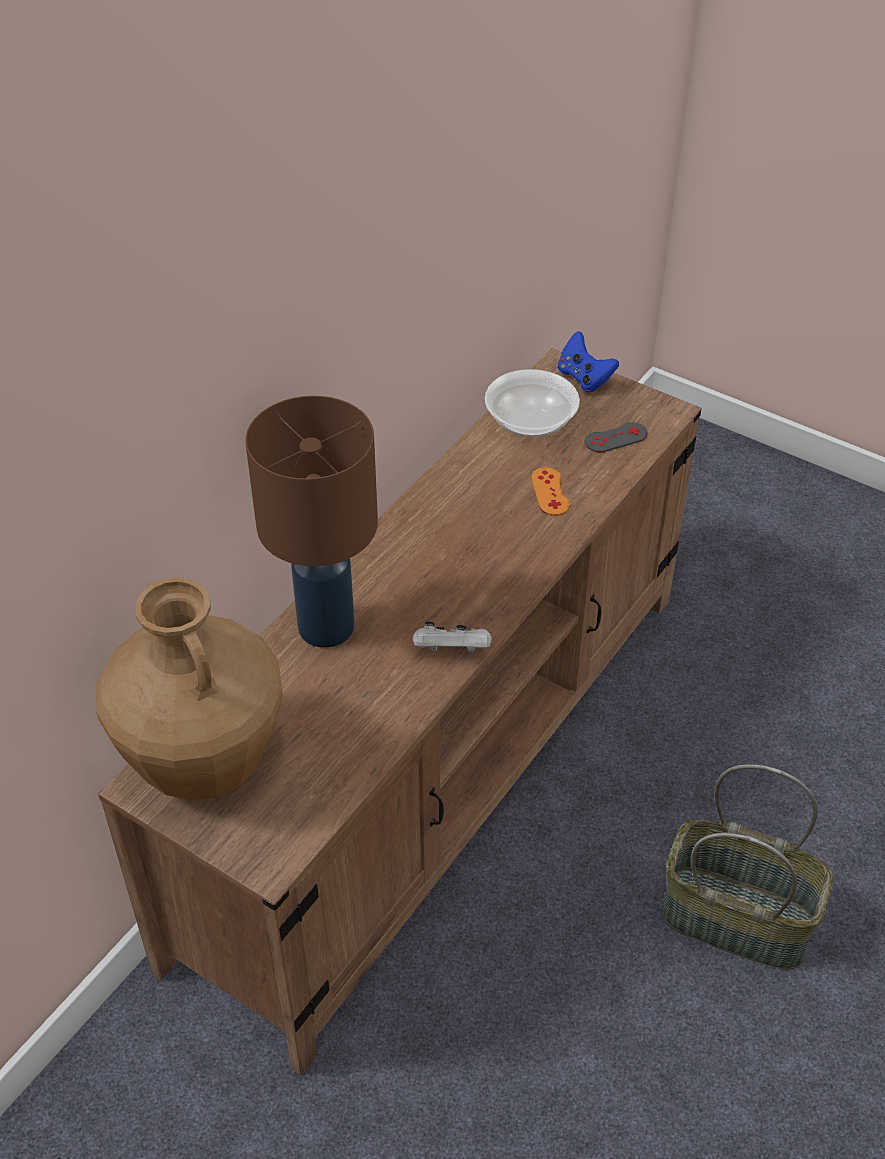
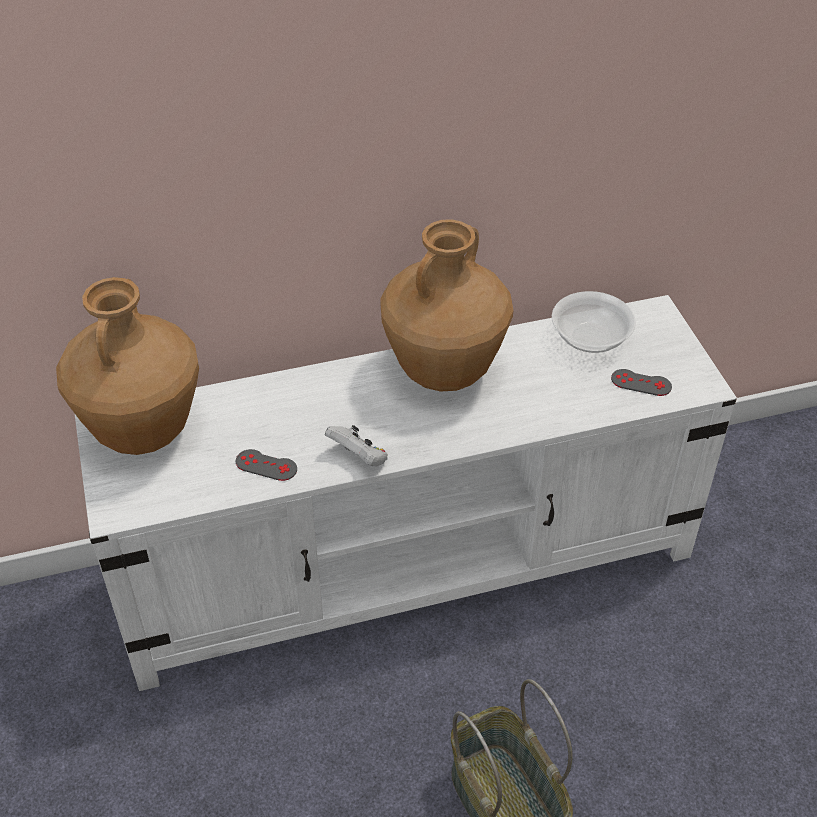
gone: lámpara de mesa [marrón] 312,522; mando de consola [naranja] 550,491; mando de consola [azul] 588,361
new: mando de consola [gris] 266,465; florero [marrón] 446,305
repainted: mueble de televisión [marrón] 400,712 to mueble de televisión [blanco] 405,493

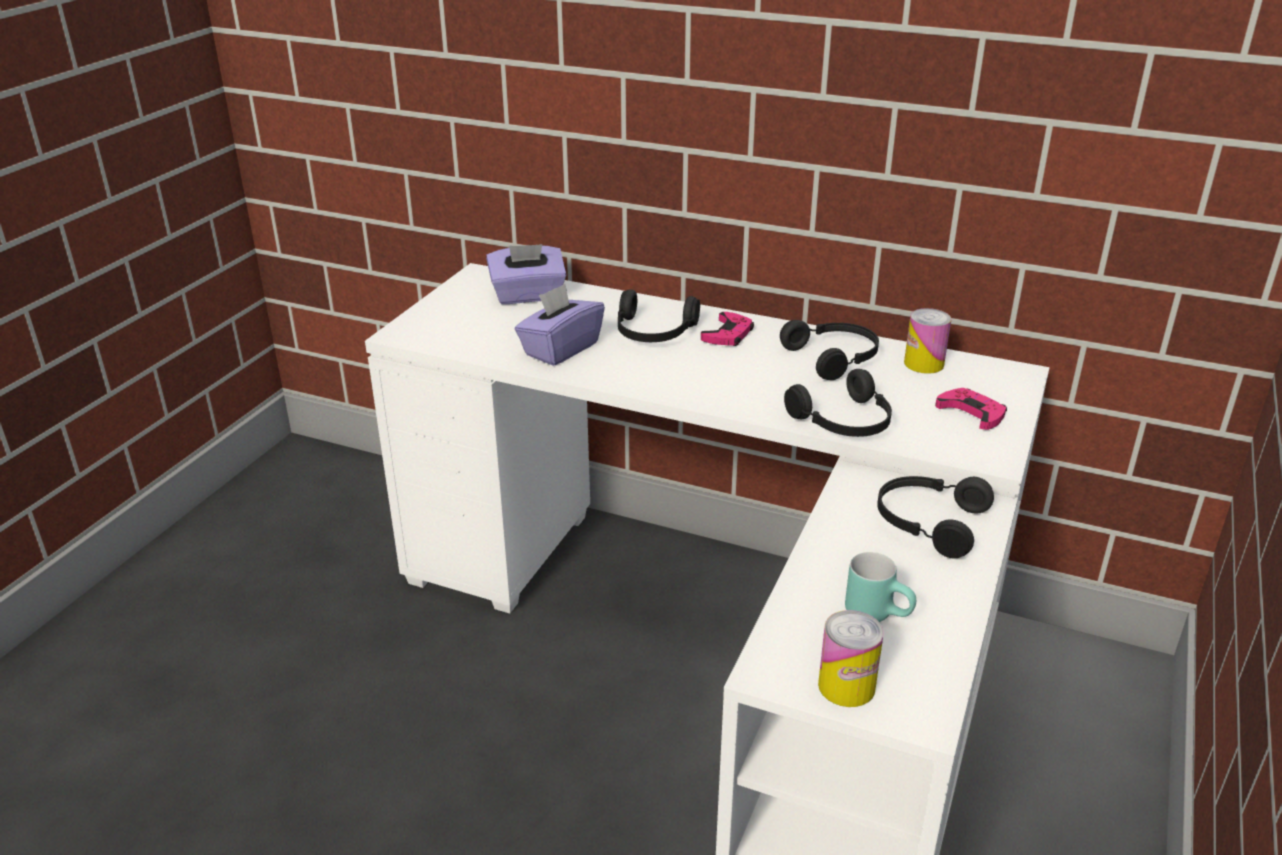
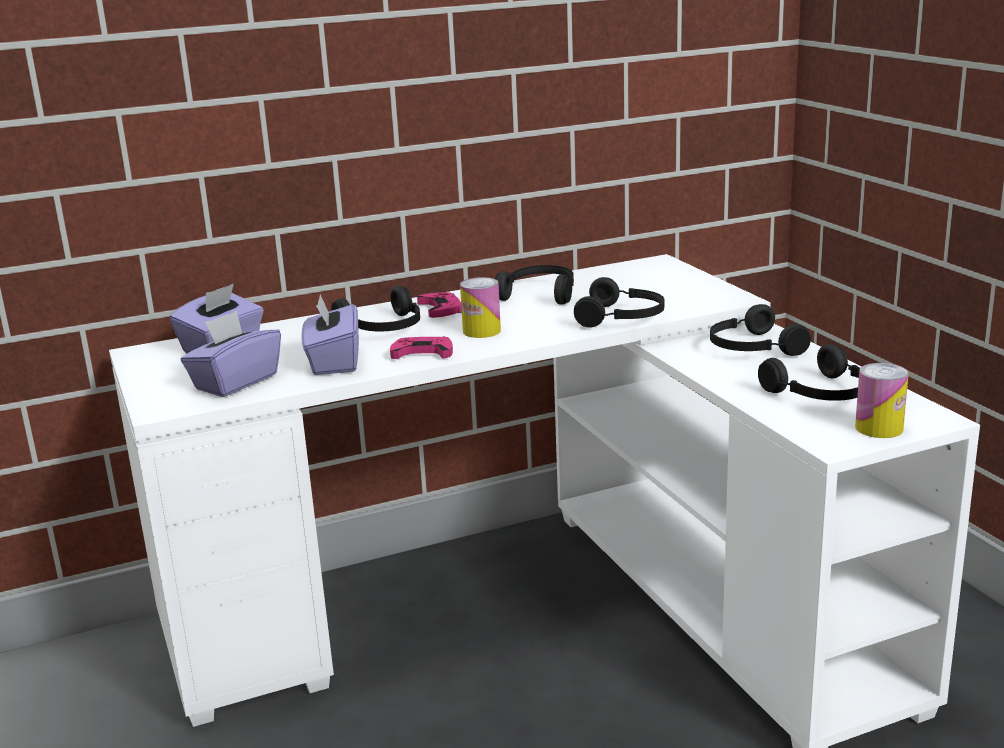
new: caja de pañuelos [morado] 231,354
shifted: lata 927,341 to 480,307; mando de consola [rosa] 971,409 to 421,347
swapped: taza grande [turquesa] 880,587 to auriculares [negro] 809,372

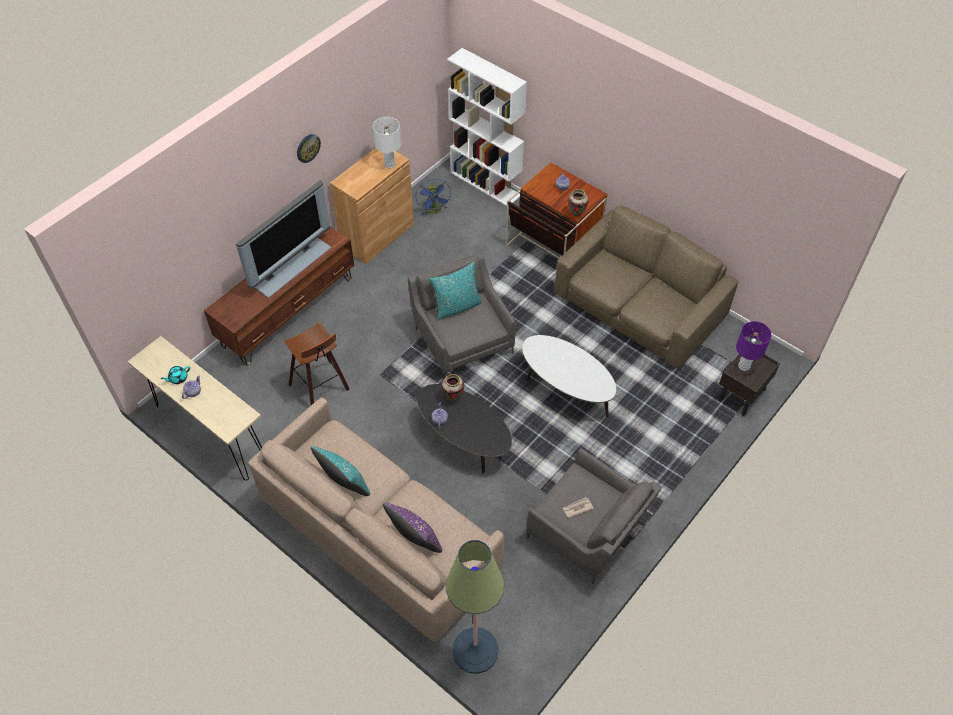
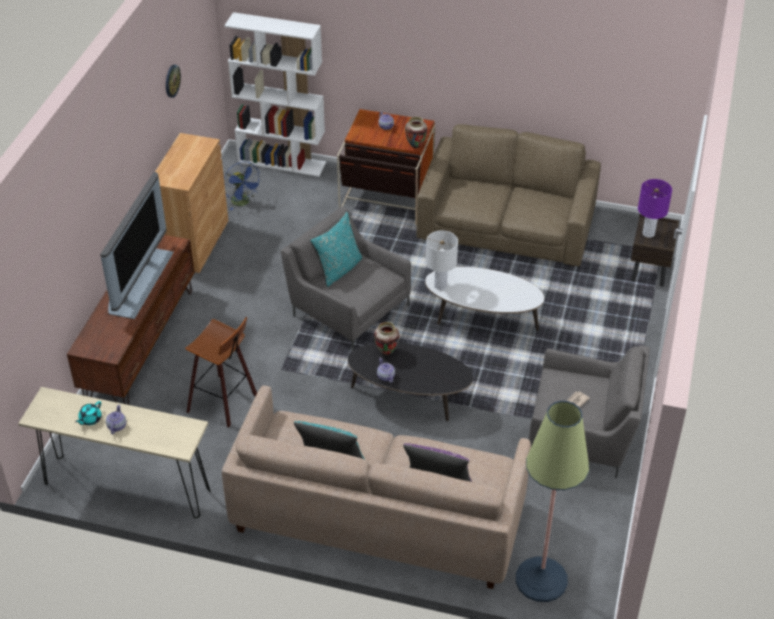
shifted: reloj de pared 309,148 to 173,81; lámpara de mesa [blanco] 387,143 to 442,260

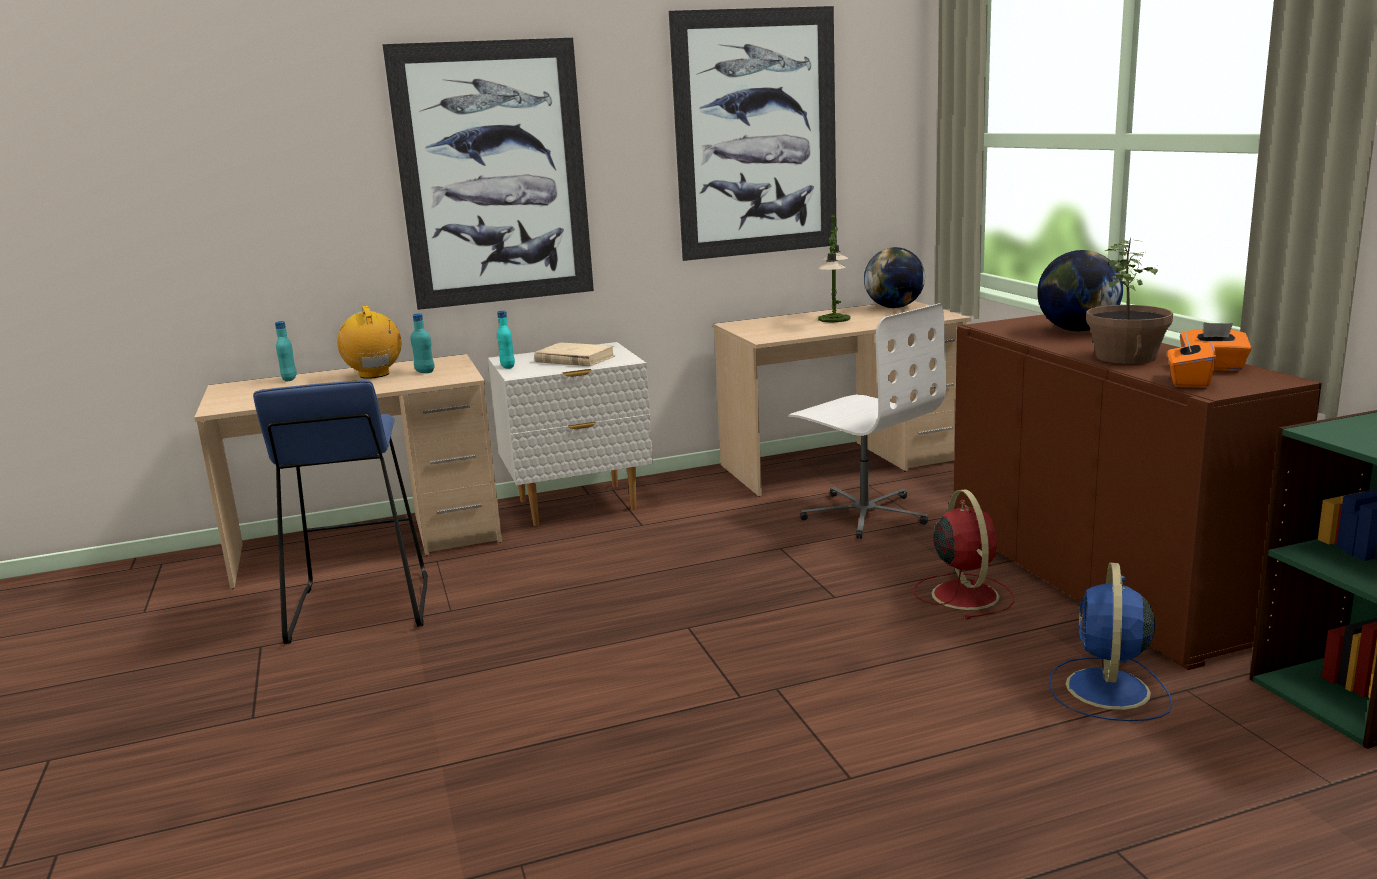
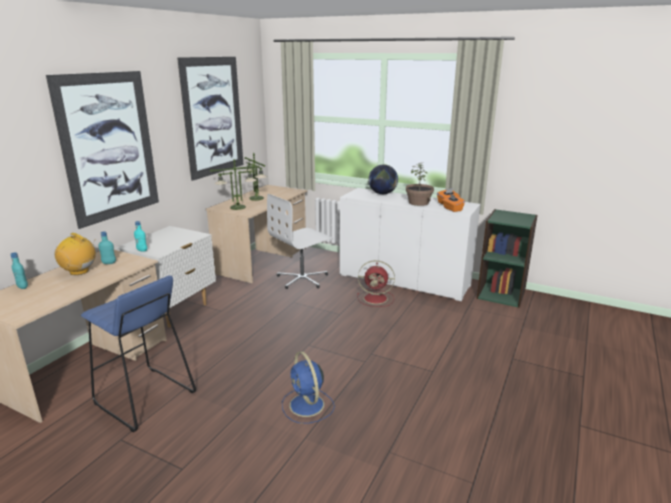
gone: libro [beis] 574,354; globo terráqueo 894,277
new: lámpara de mesa 234,184
shifted: ventilador [azul] 1111,642 to 308,387
repainted: armario [marrón] 1138,492 to armario [blanco] 410,244
rotated: silla de oficina [blanco] 867,421 = 300,241 135 degrees clockwise; ventilador [rojo] 964,554 = 376,283 150 degrees clockwise

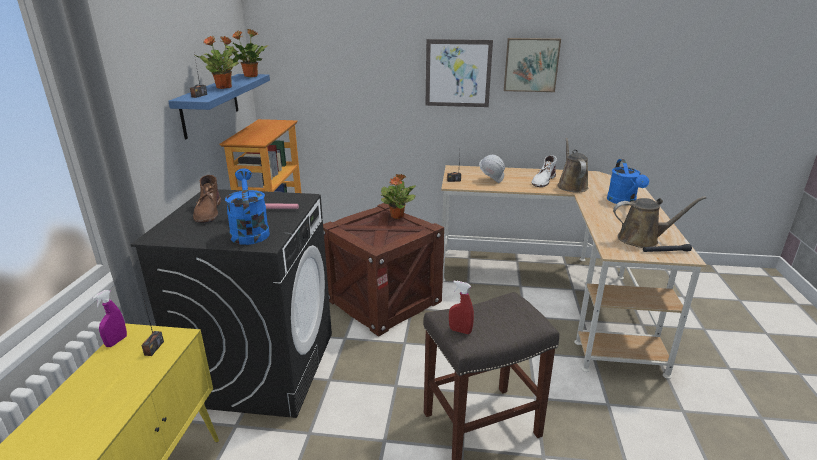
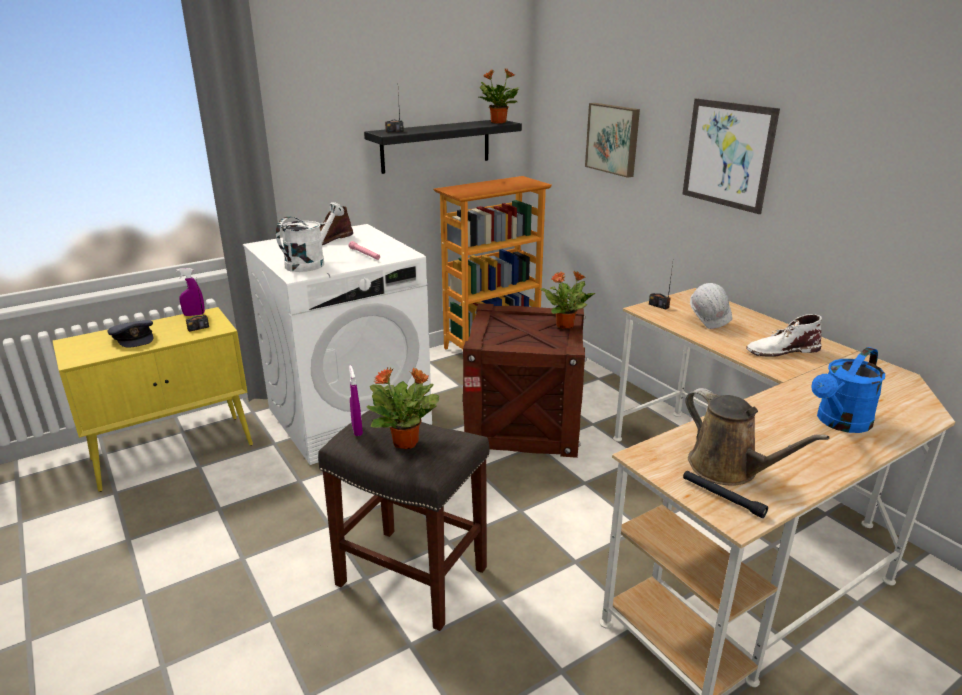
gone: regadera [marrón] 572,165
new: gorra [gris] 130,333
shifted: planta en maceta 219,62 to 403,408; cuadro 532,65 to 612,140
repainted: lavadora [negro] 231,303 to lavadora [blanco] 337,344; estante [azul] 219,106 to estante [negro] 443,147; regadera [azul] 247,206 to regadera [blanco] 310,237; pulverizador [rojo] 461,307 to pulverizador [morado] 356,400

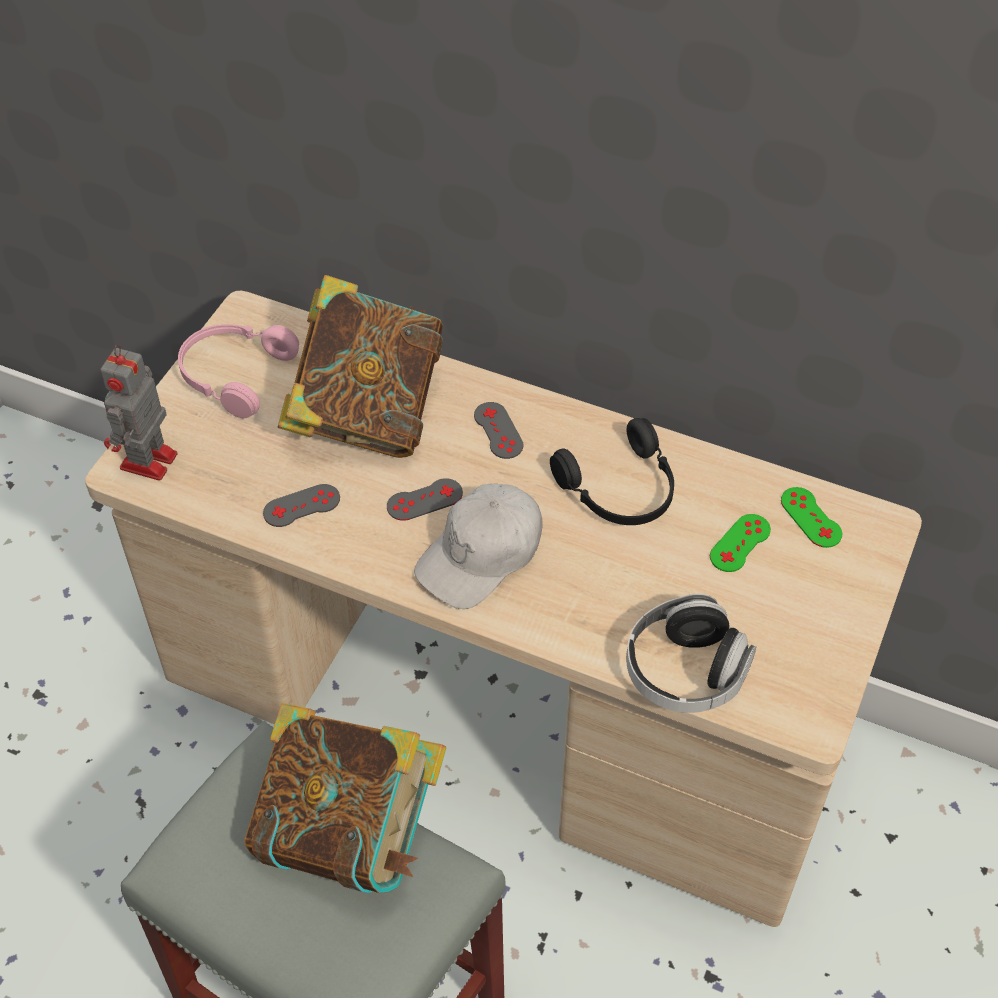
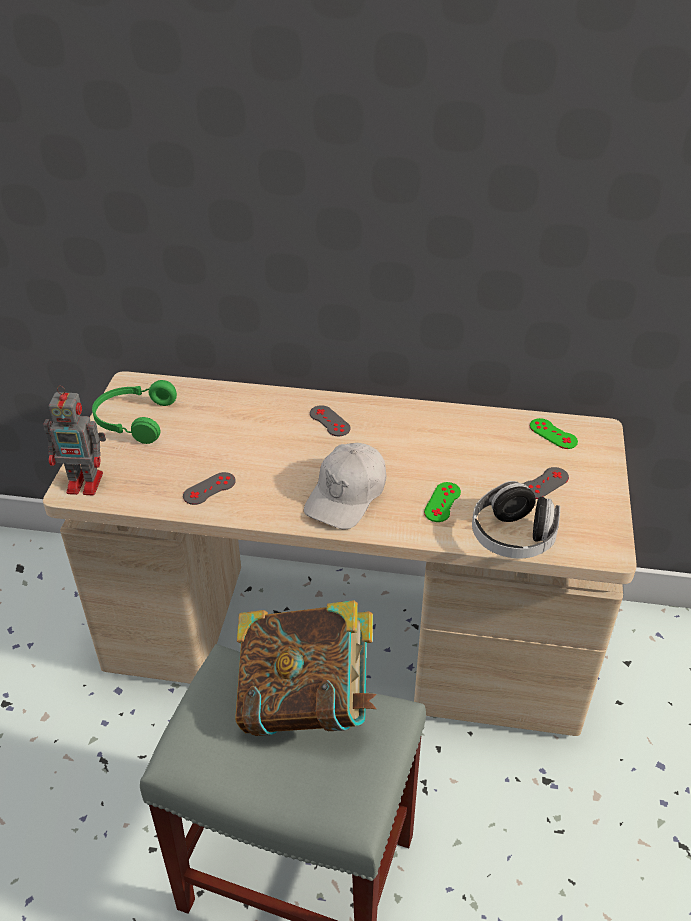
gone: libro 360,366; auriculares [negro] 612,471
shifted: mando de consola [gris] 425,499 to 546,483; mando de consola [verde] 740,543 to 442,502
repainted: auriculares [rosa] 238,371 to auriculares [verde] 134,412
rotated: robot de juguete 138,413 = 75,440 90 degrees counterclockwise

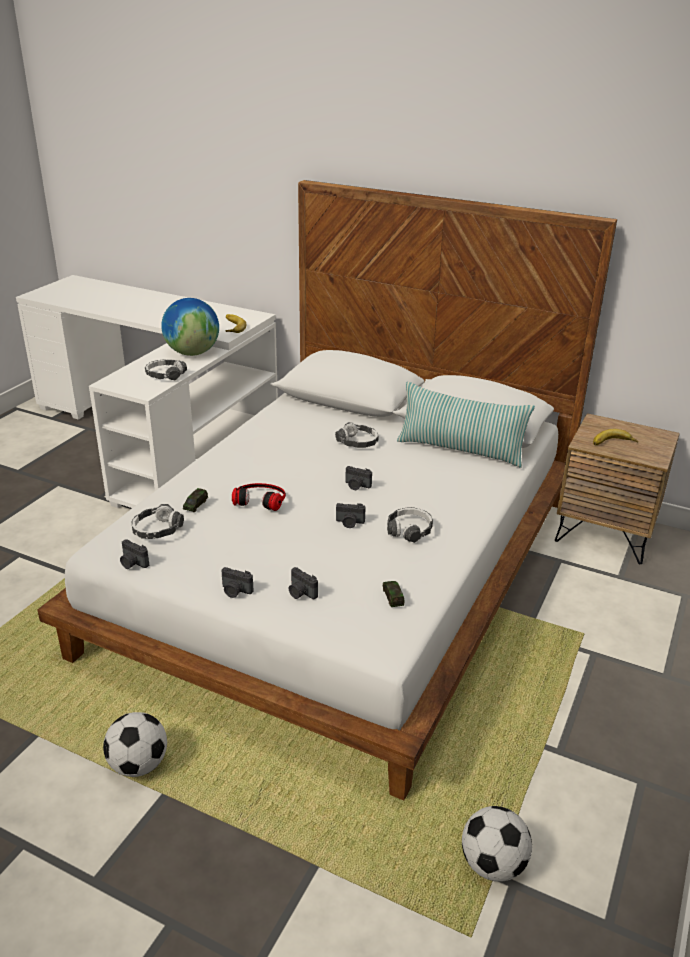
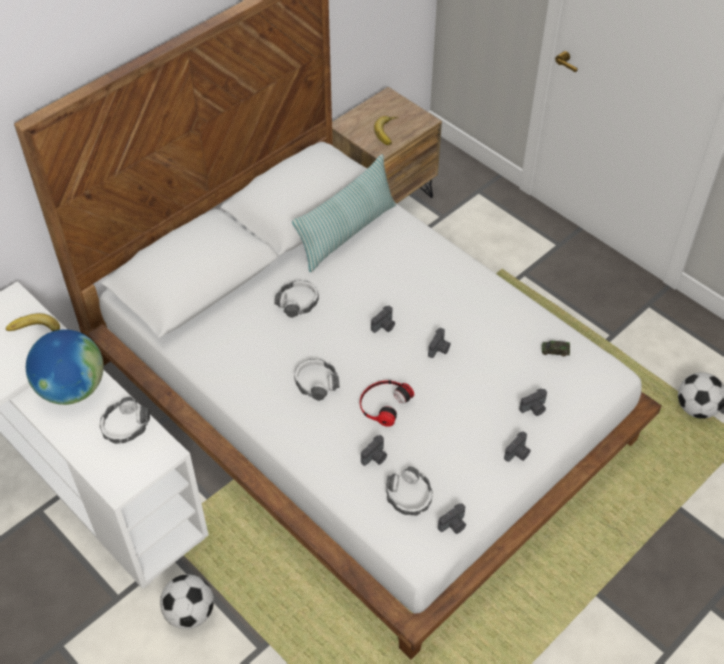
shifted: balón de fútbol 135,744 to 187,602; auriculares 410,525 to 316,380
swapped: coche de juguete 195,500 to cámara 374,450

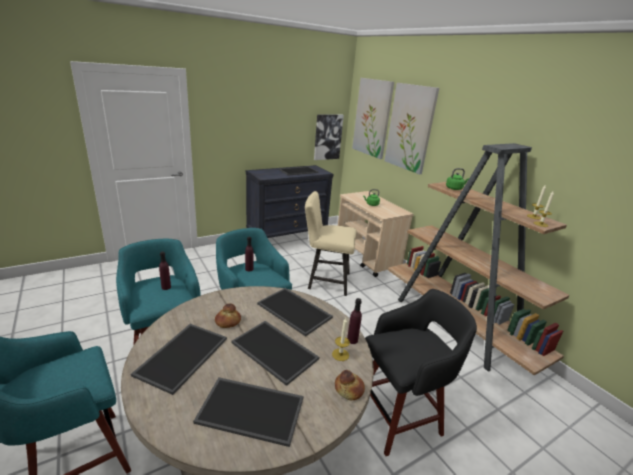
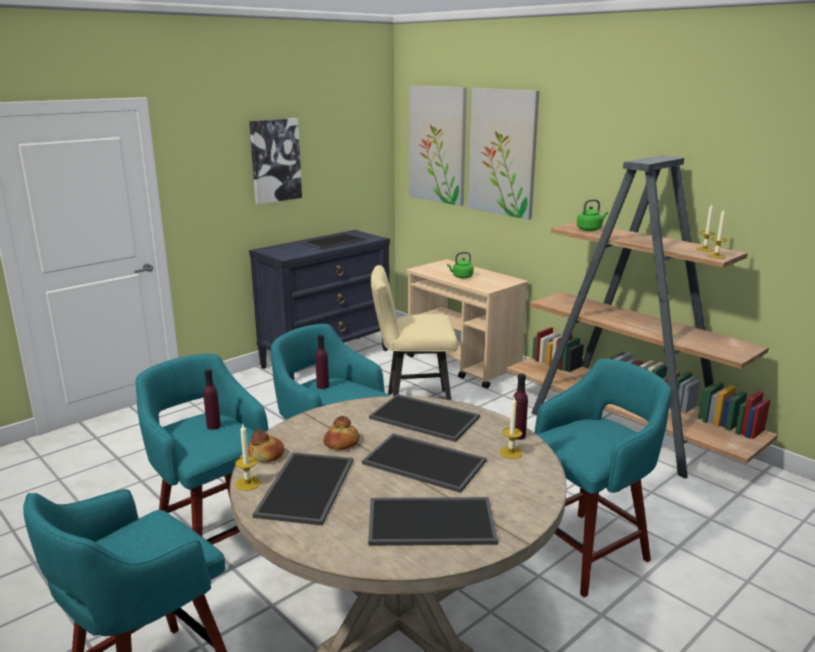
new: vela 248,457
shifted: cuadro 329,137 to 275,161; pan 350,385 to 266,446
repainted: taburete [negro] 421,372 to taburete [turquesa] 602,478

